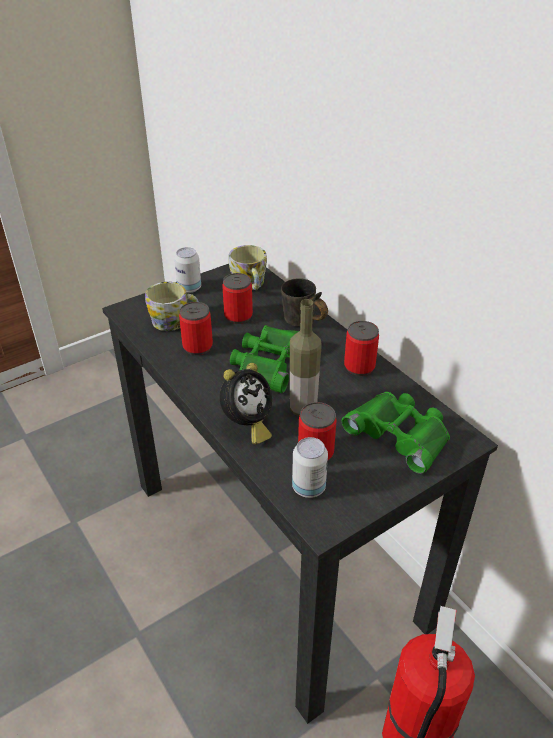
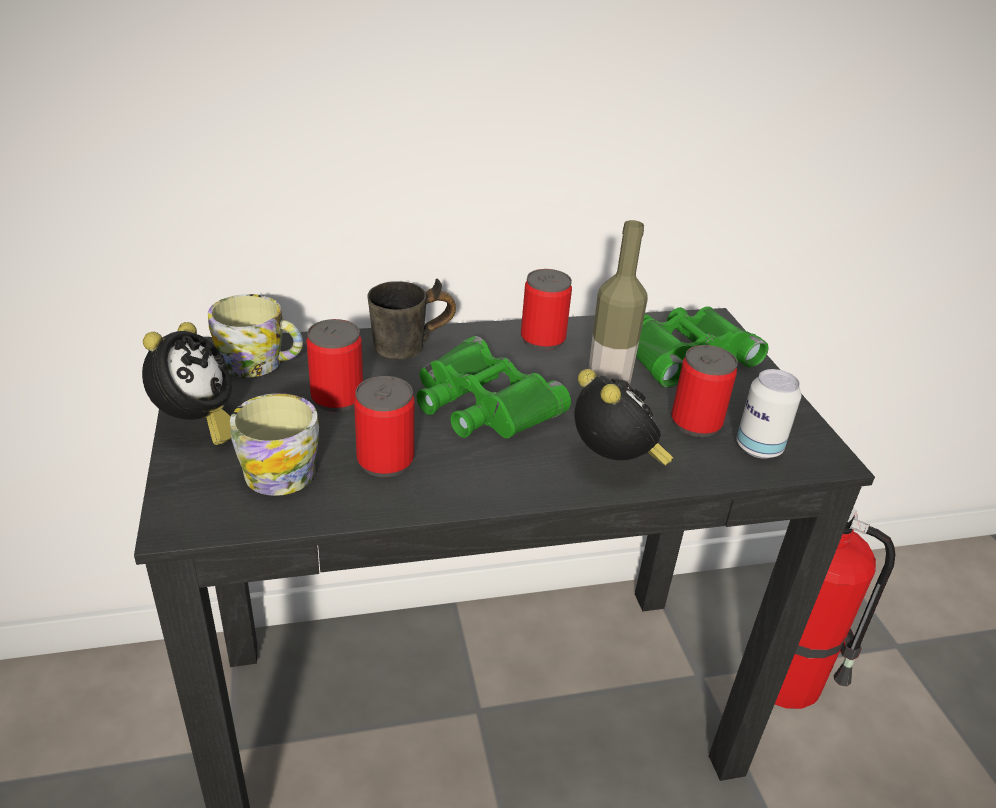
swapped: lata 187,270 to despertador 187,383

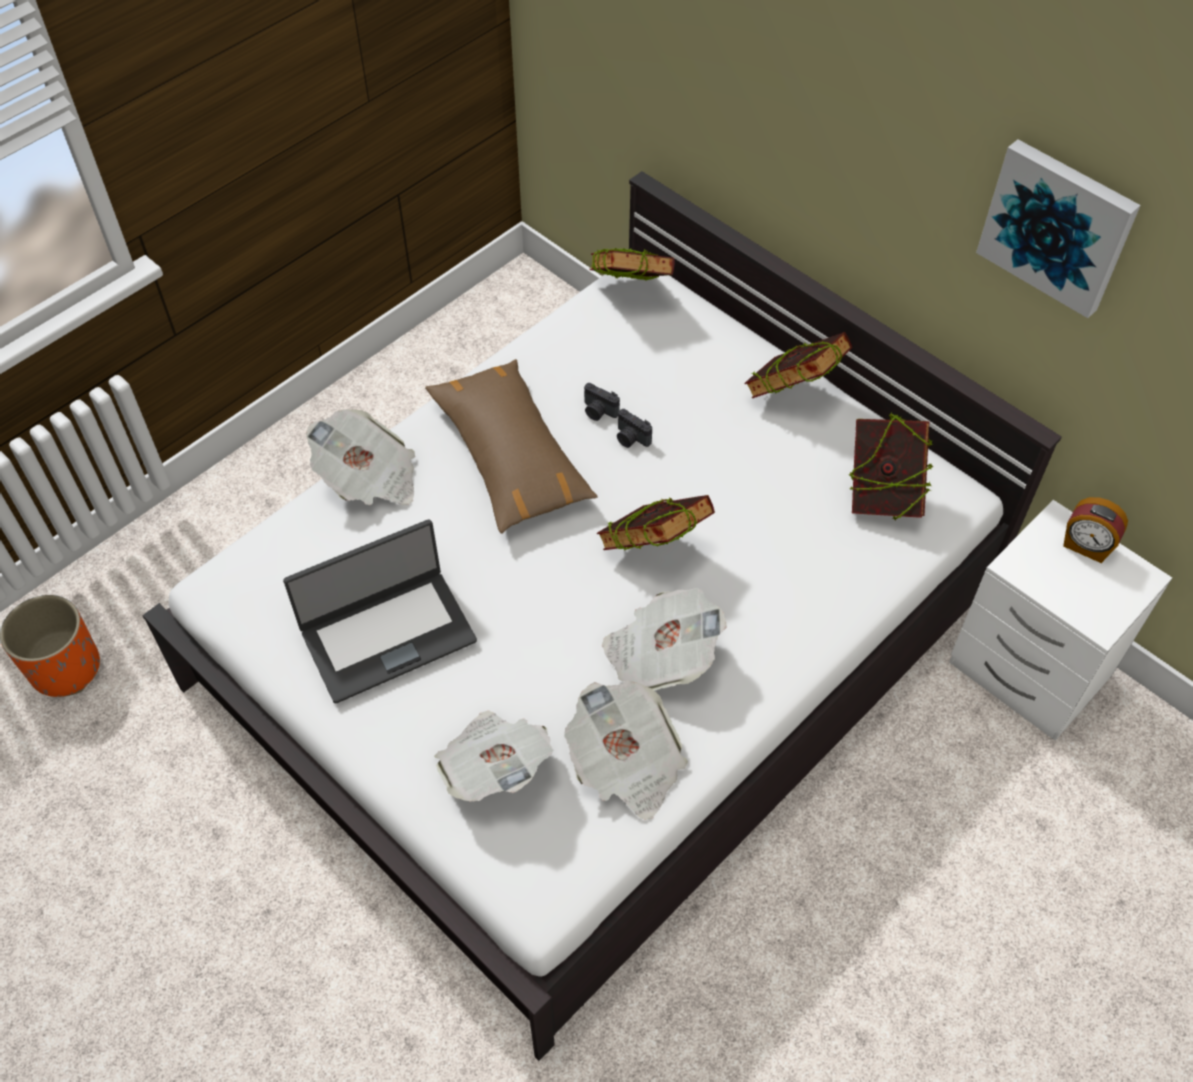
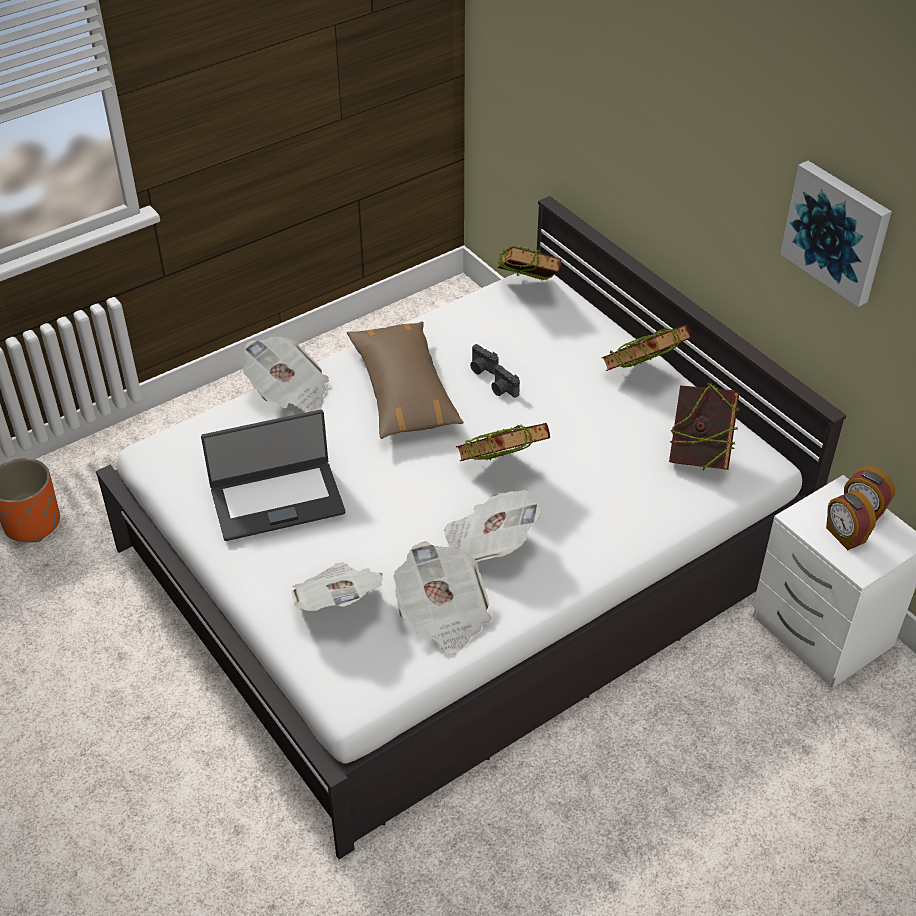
new: despertador 851,520

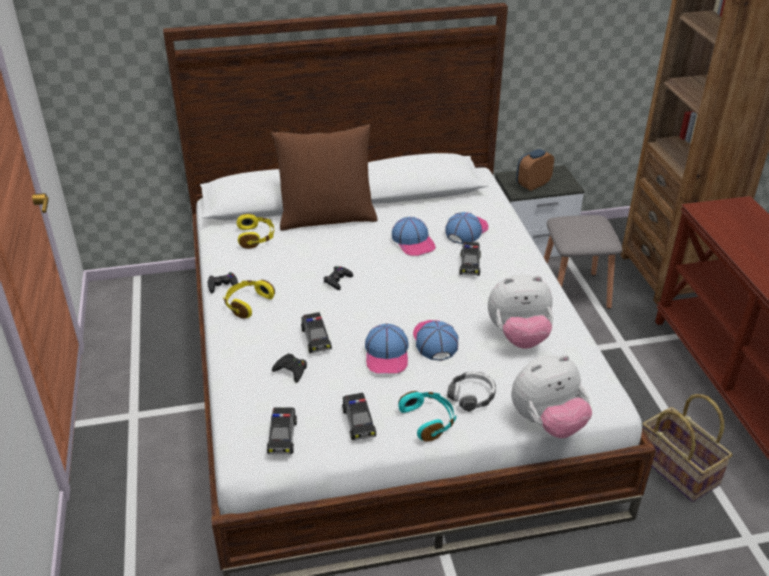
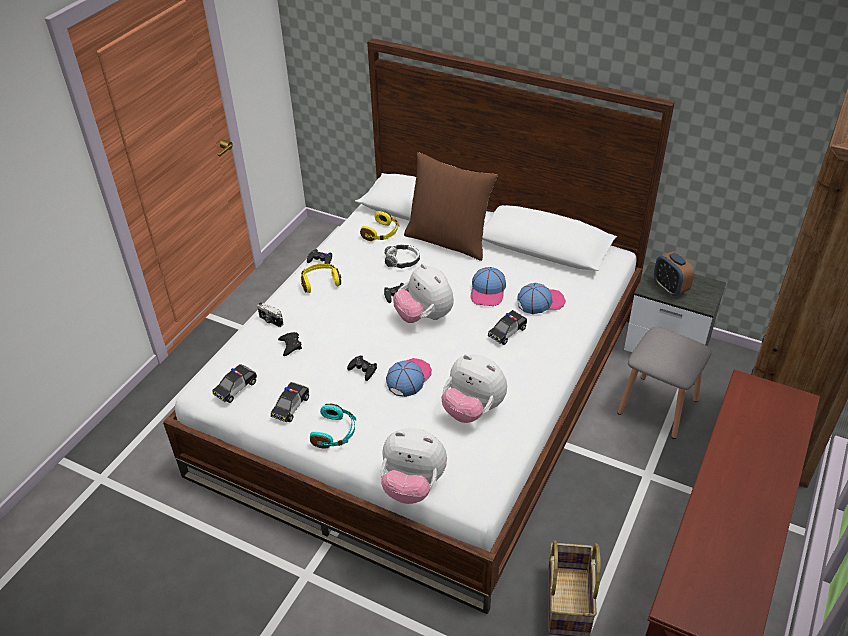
gone: coche de juguete 316,332
new: cámara 270,314; peluche 423,293
shifted: auriculares 471,392 to 402,256
swapped: gorra 386,349 to mando de consola [negro] 362,368
rotated: despertador 535,170 = 674,273 120 degrees counterclockwise

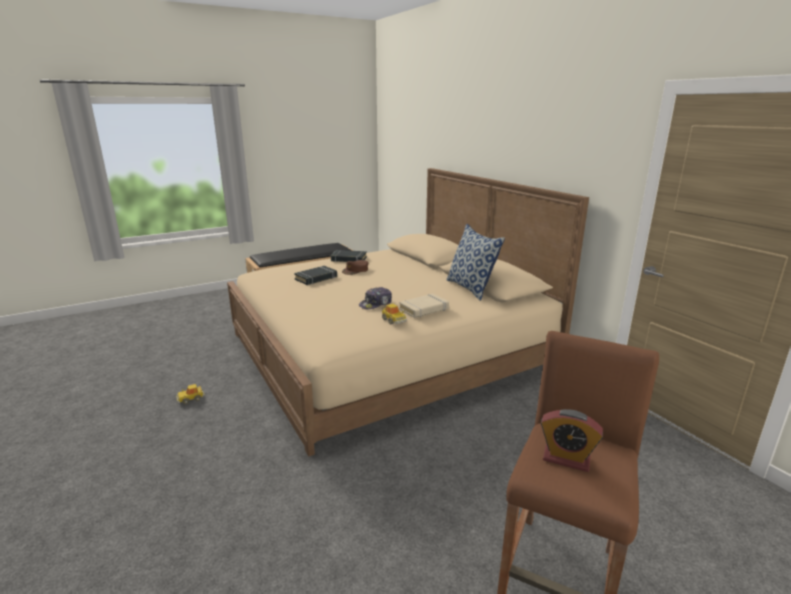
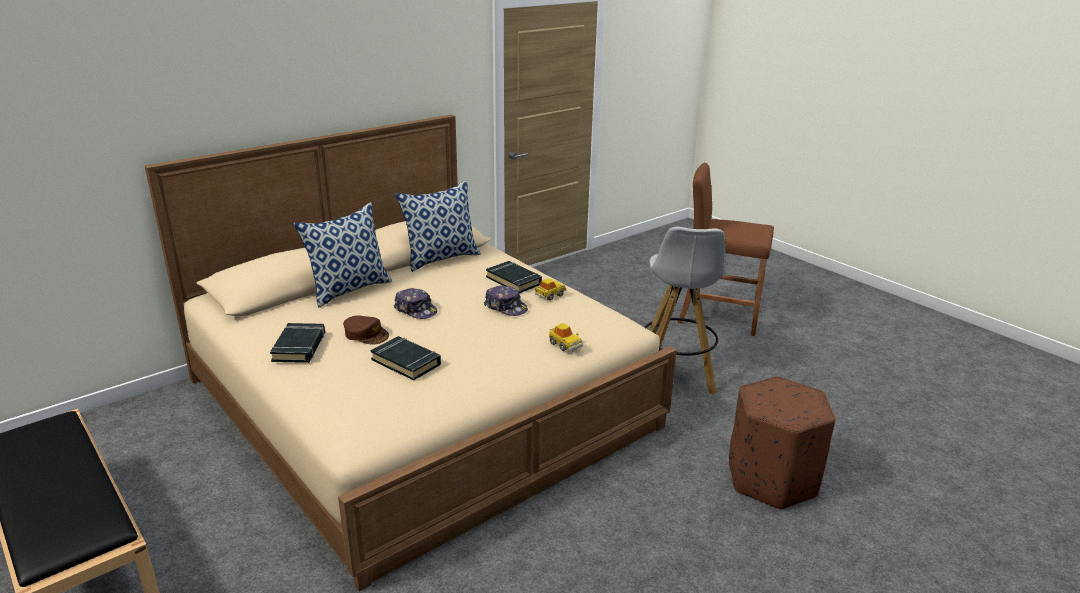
gone: despertador 572,440
new: cojín 343,255; gorra 415,303; taburete [blanco] 685,310; puf [marrón] 782,443
shifted: coche de juguete 190,394 to 566,337
repainted: libro [beis] 424,306 to libro [negro] 514,277

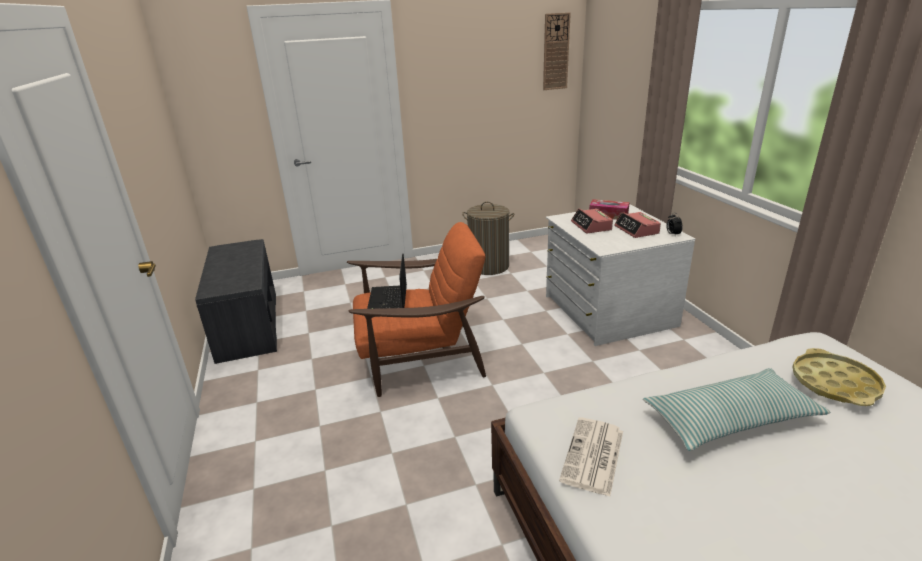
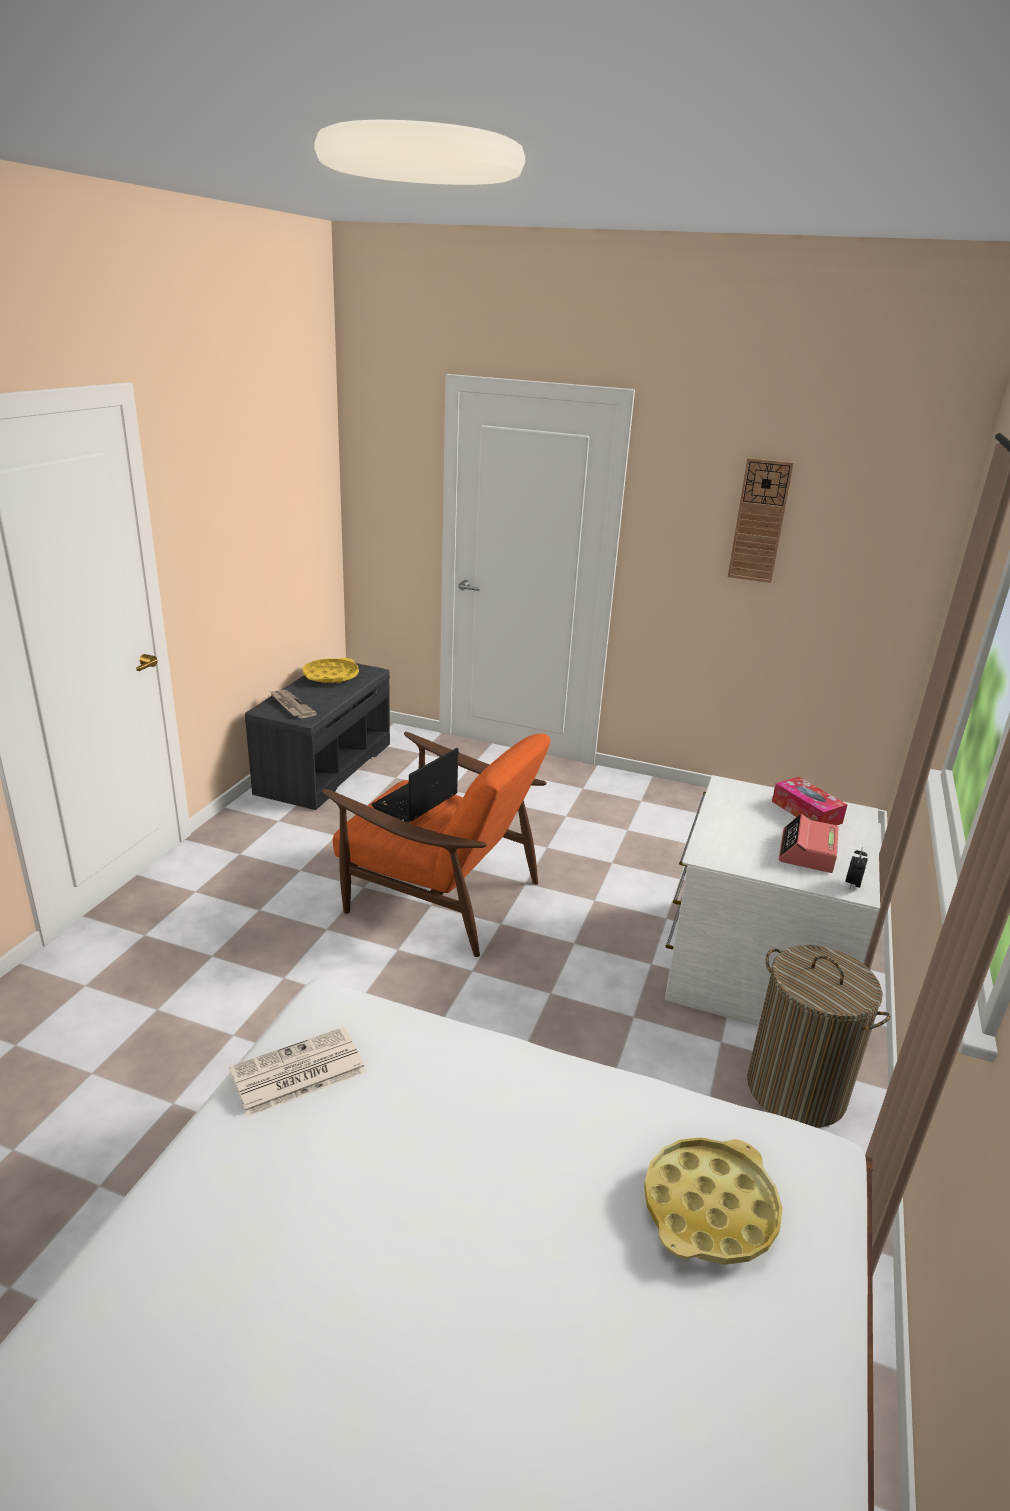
gone: despertador 592,220; cojín 736,409
new: periódico 293,704; bandeja [amarillo] 331,670
shifted: cesto de la ropa 488,238 to 819,1036; reloj de pared 557,51 to 761,520

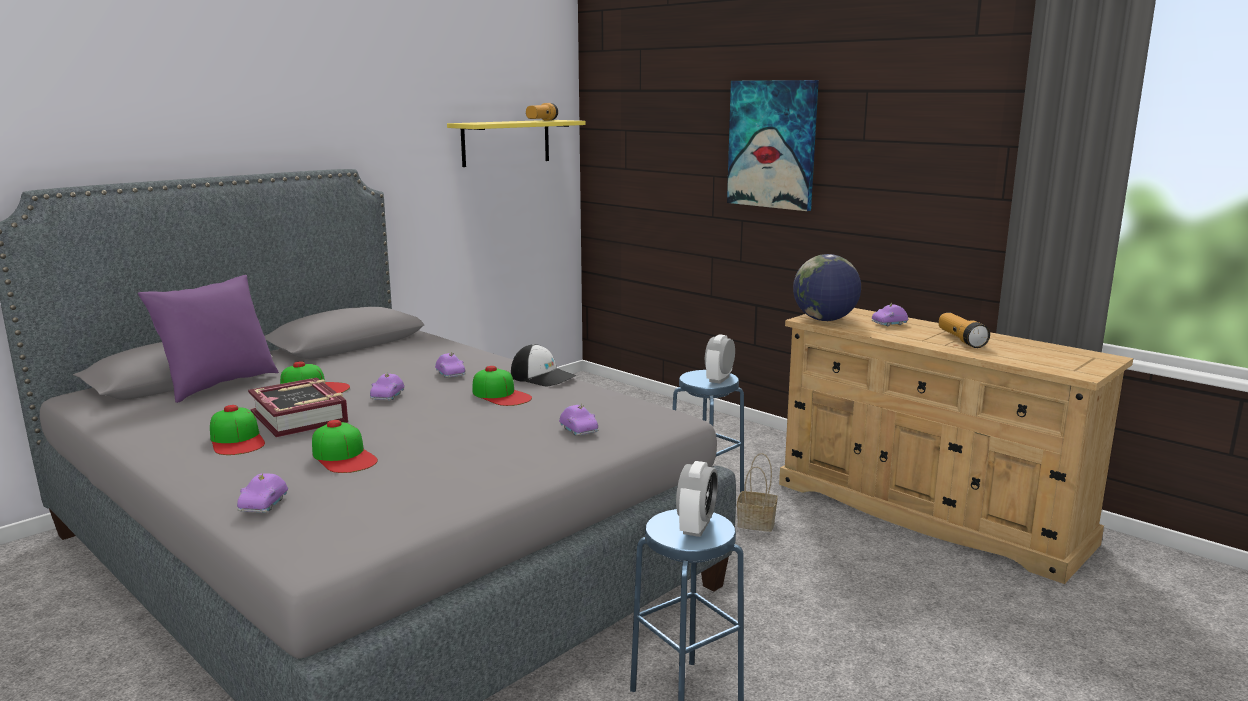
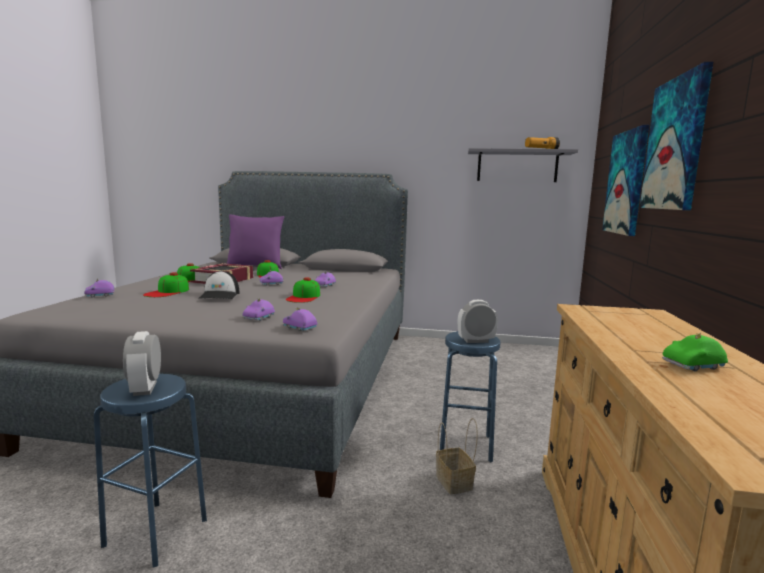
gone: globo terráqueo 827,287
new: cuadro 625,180
shifted: gorra 543,365 to 219,285; coche de juguete [morado] 890,314 to 300,319
swapped: linterna 964,330 to coche de juguete [verde] 695,352
repainted: estante [amarillo] 516,143 to estante [gris] 523,165
rotated: despertador 697,499 = 142,363 90 degrees clockwise

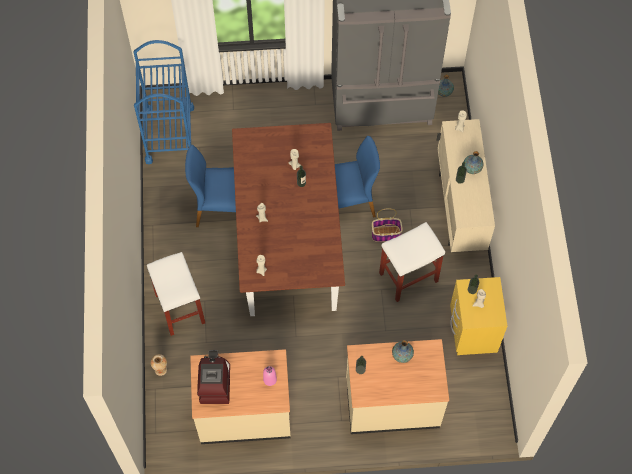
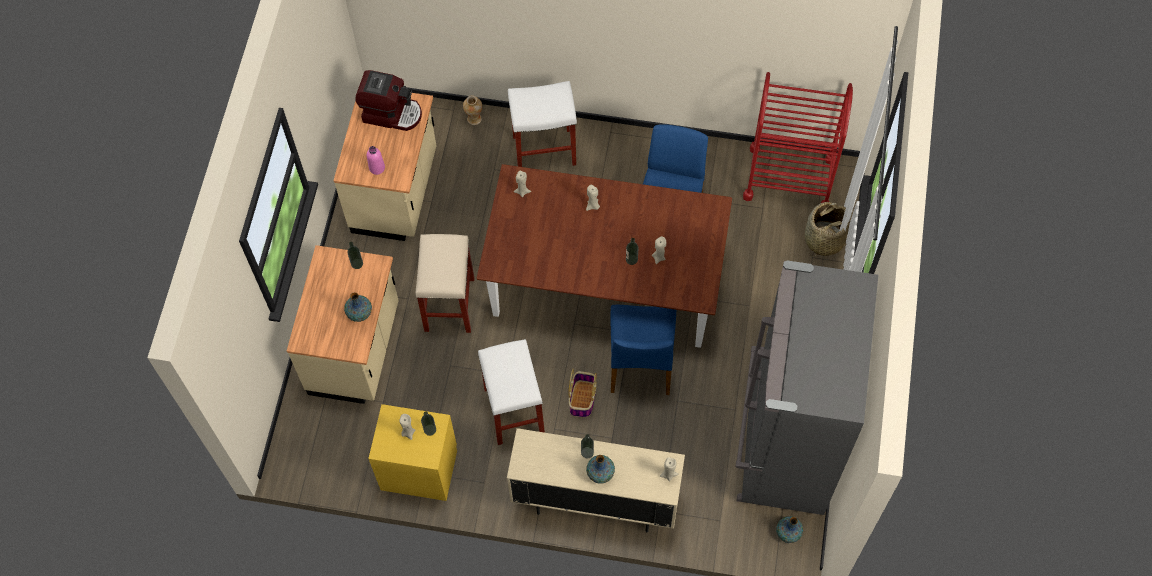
new: taburete [beis] 444,283; cesta 827,229
repainted: carrito [azul] 163,102 to carrito [rojo] 798,137

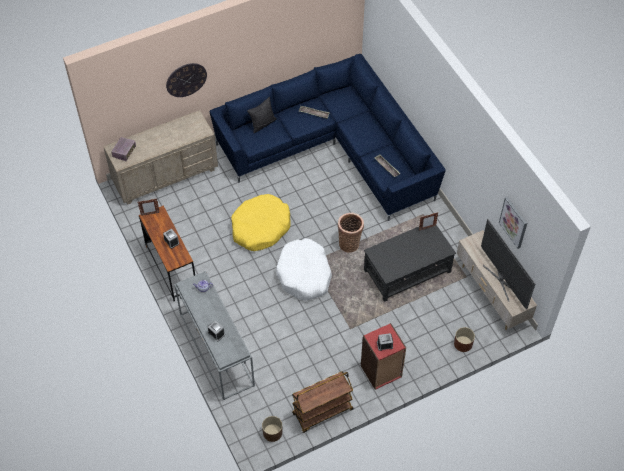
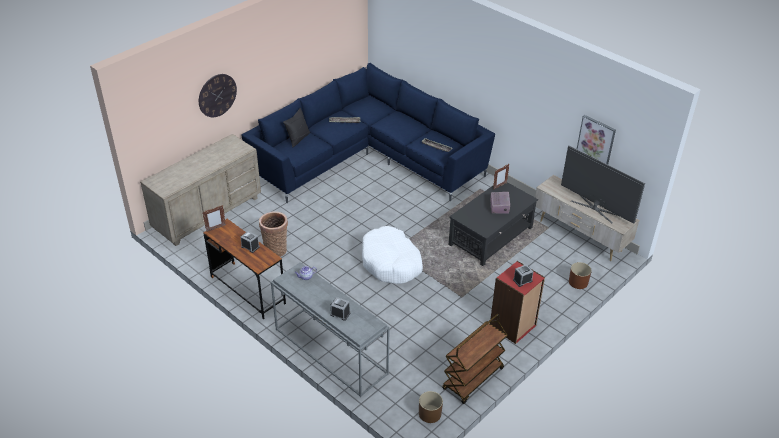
gone: cama para perro [amarillo] 260,222
shifted: radio 123,149 to 500,203; cesta 351,233 to 273,234

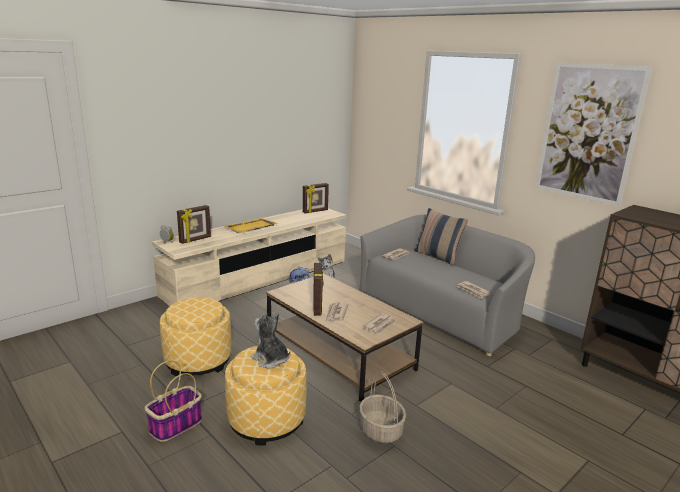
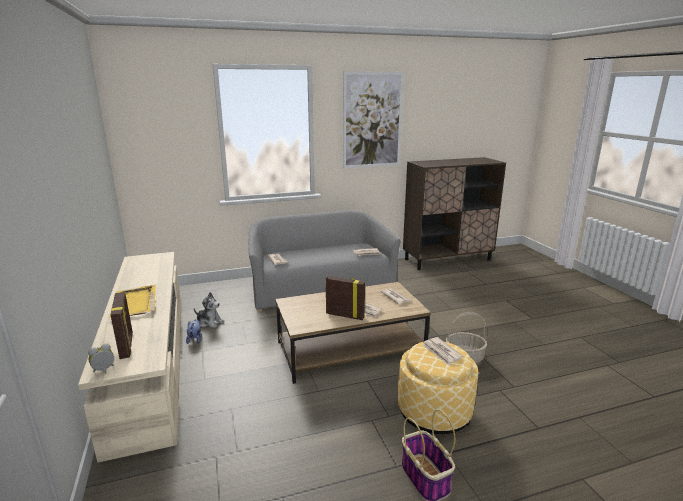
gone: puf 196,336; portarretratos 316,198; cojín 441,236
swapped: peluche 270,340 to periódico 442,351

